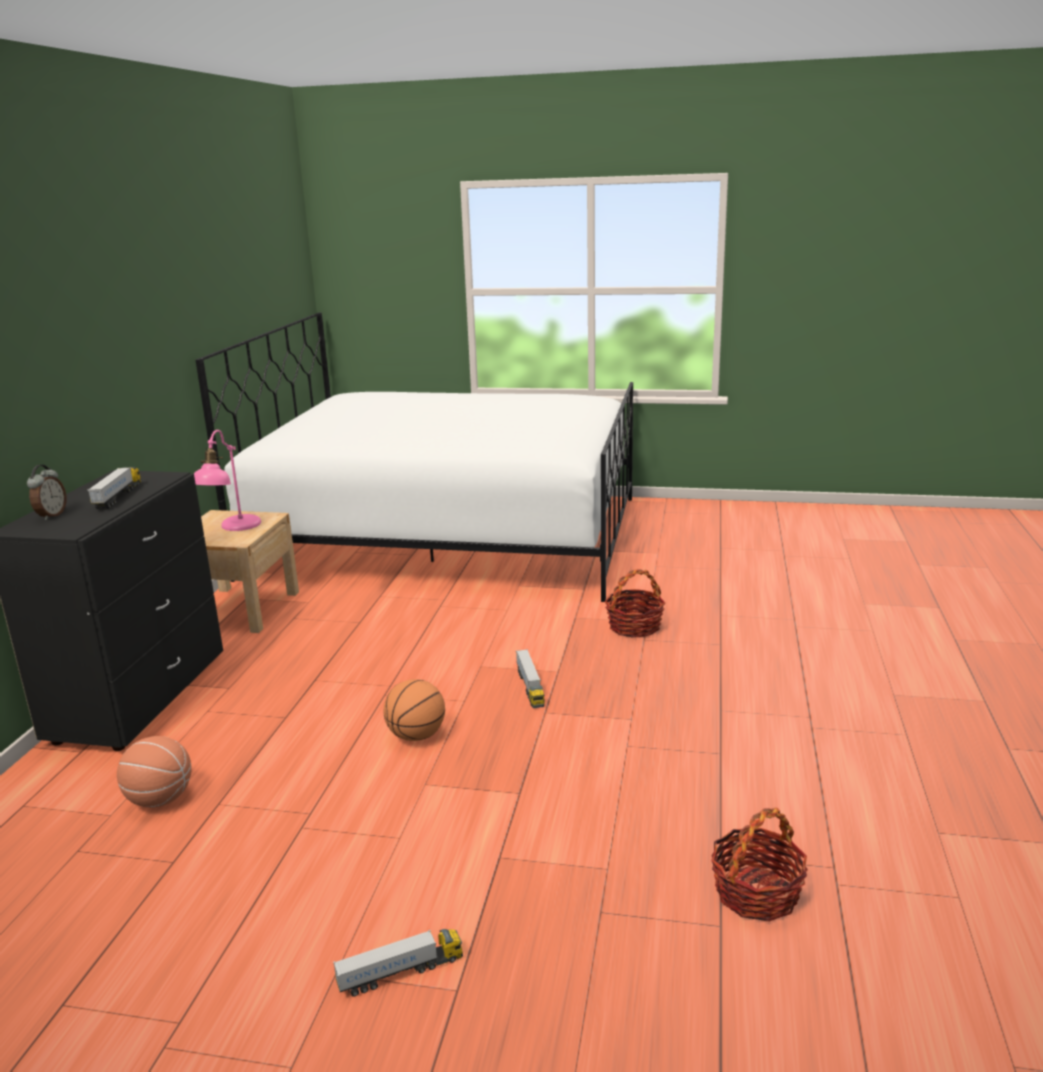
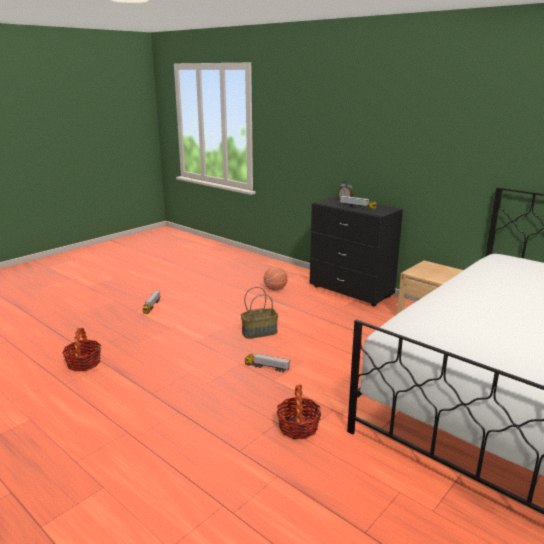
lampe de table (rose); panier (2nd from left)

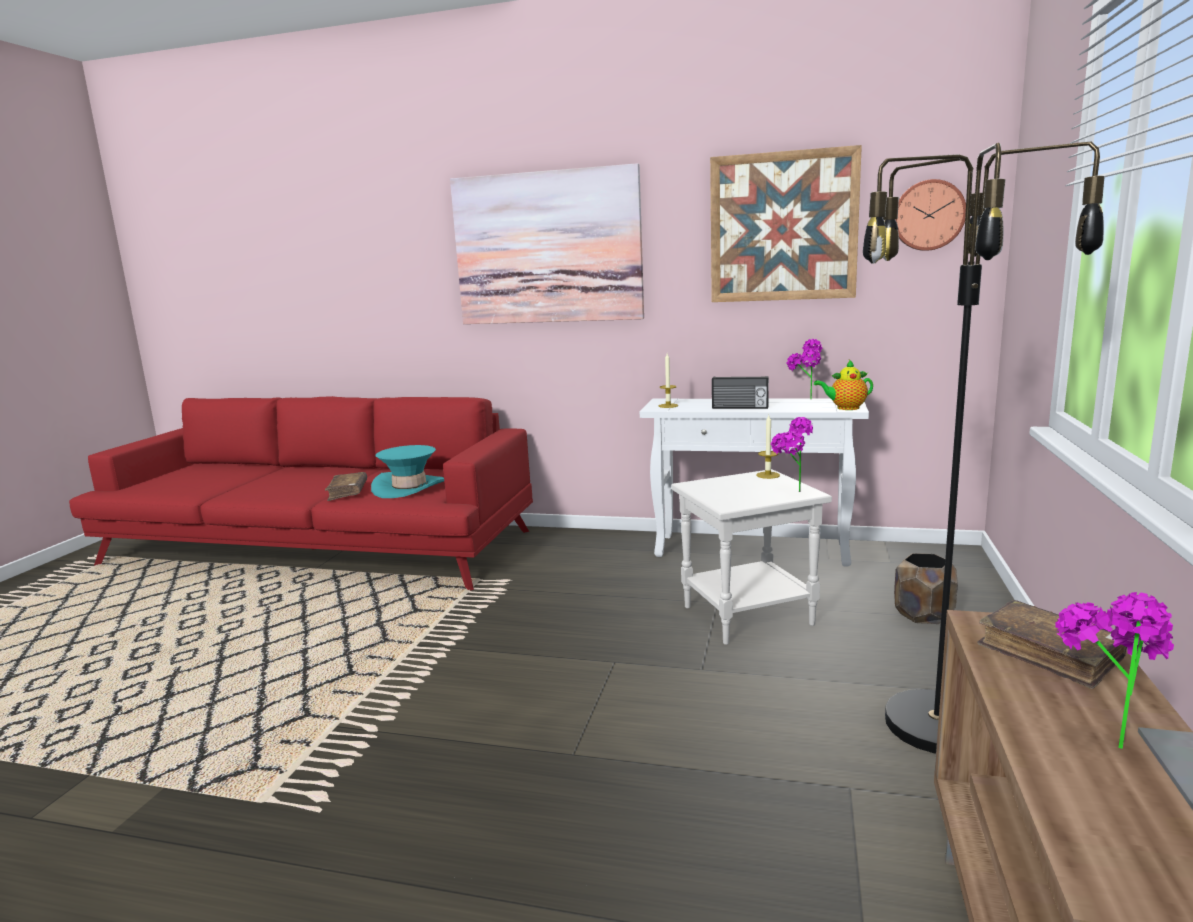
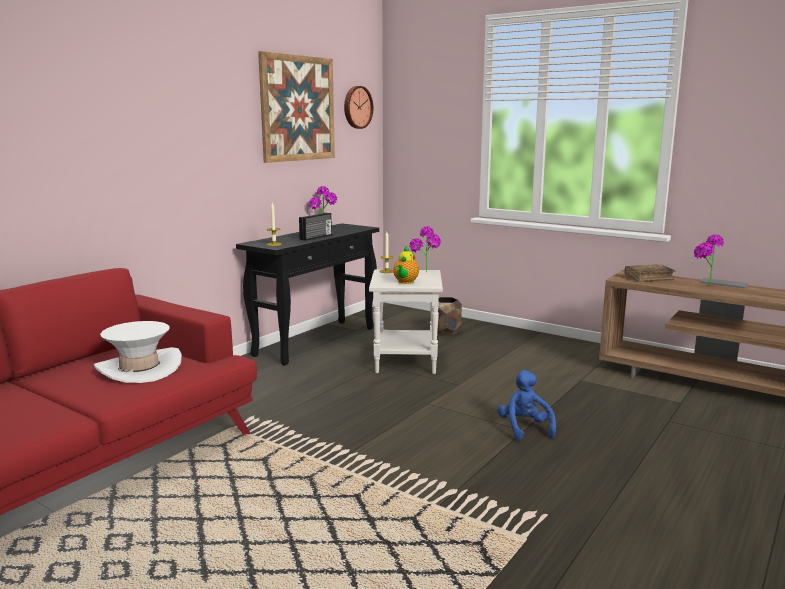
livre (marron) (1st from left in the first image); tableau (1st from left in the first image); lampadaire; peluche (bleu); théière; chapeau (blanc); table console (noir)

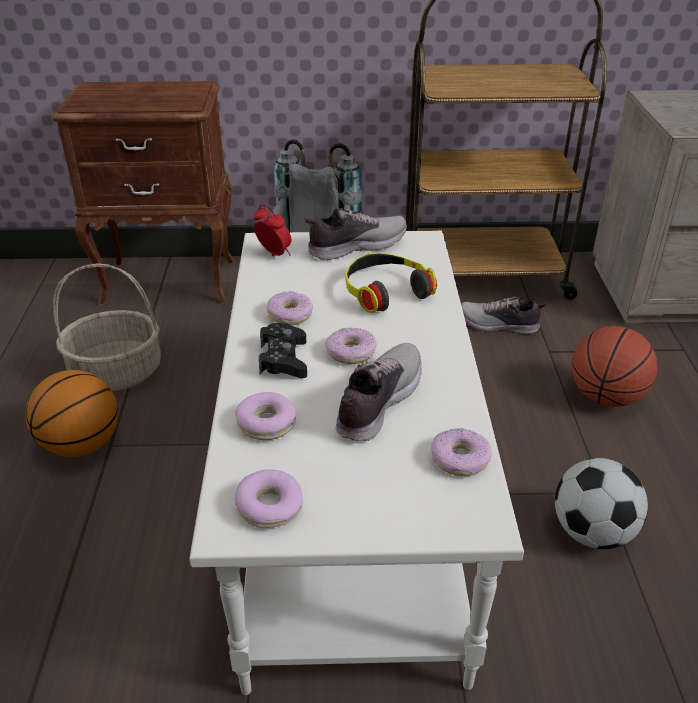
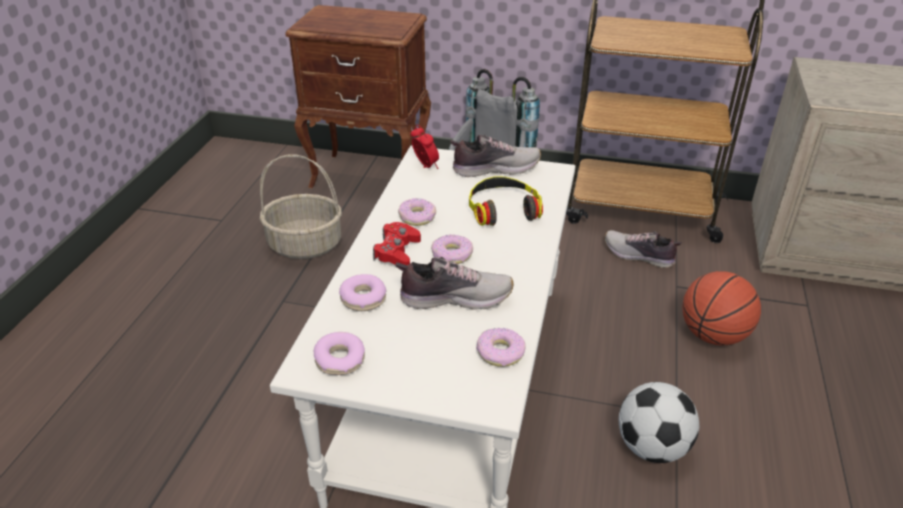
ballon de basket (1st from left in the first image); manette (rouge); chaussure (1st from left)

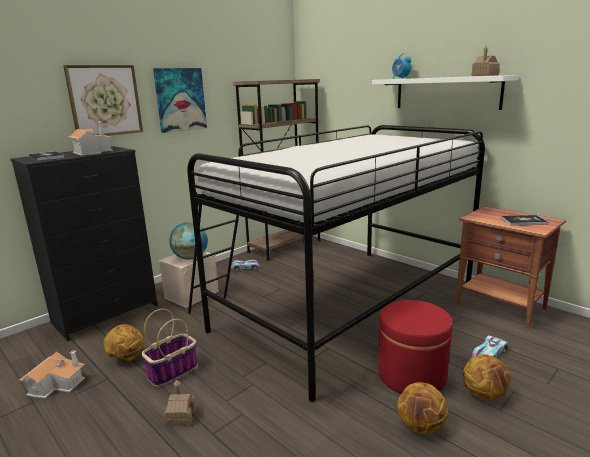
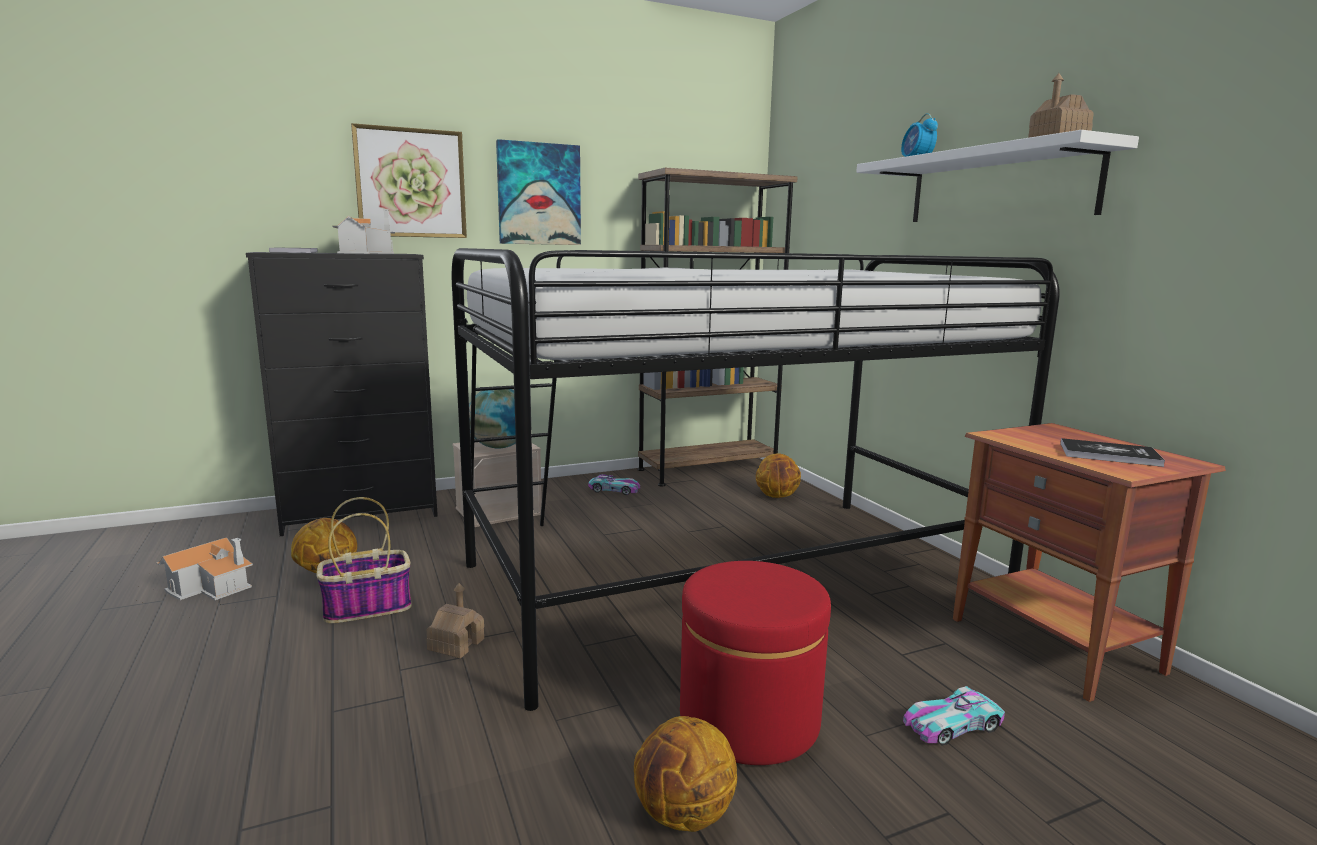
maison miniature (3rd from left); ballon de basket (3rd from left)

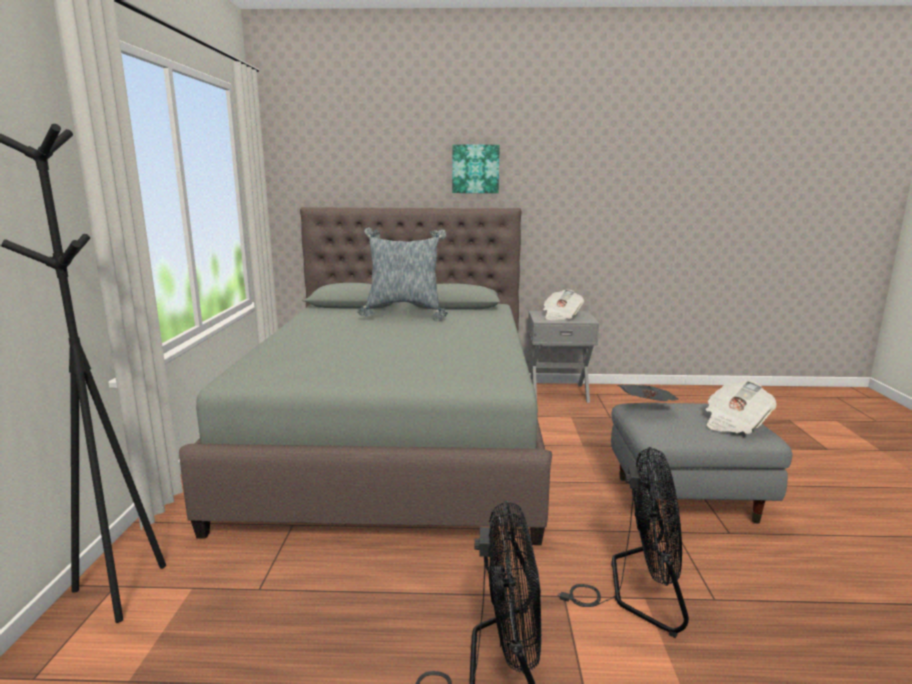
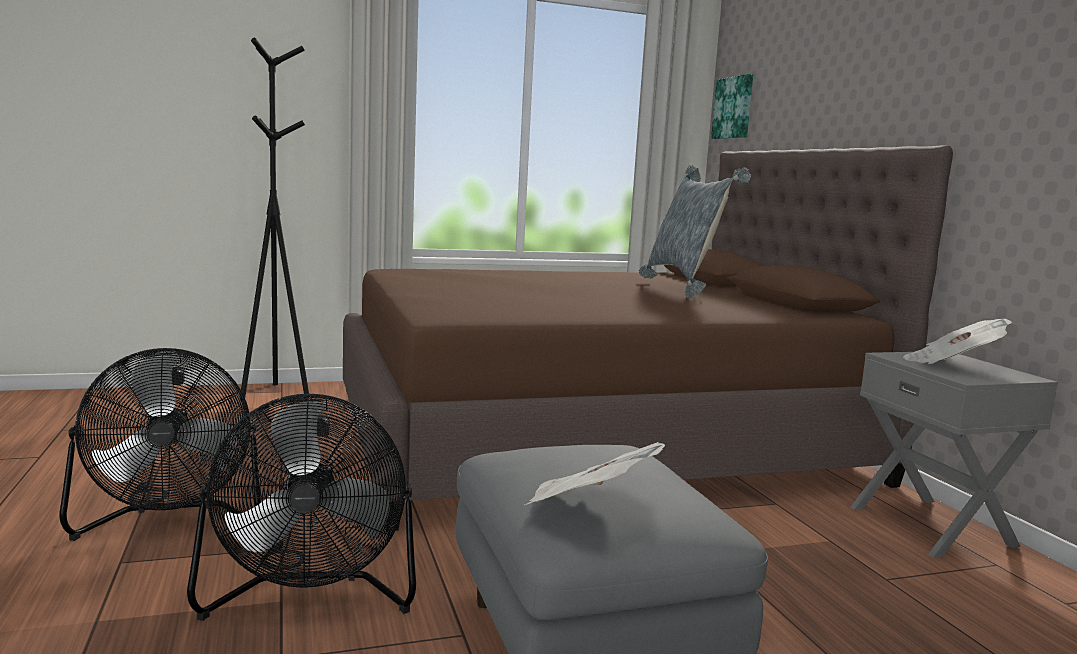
journal (2nd from left in the first image); tableau; lit (marron)

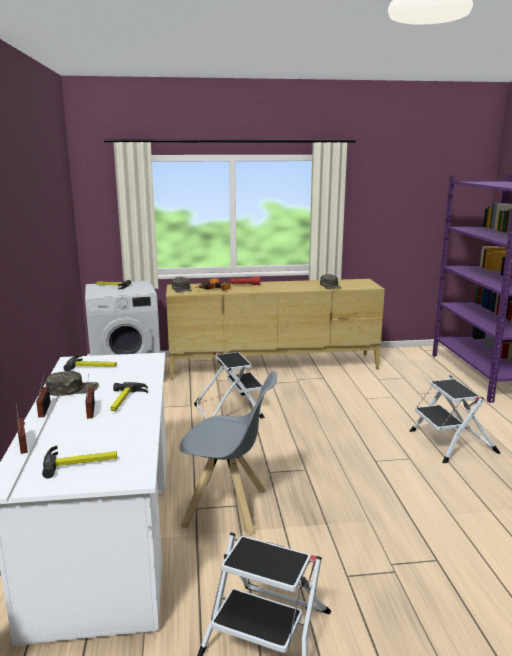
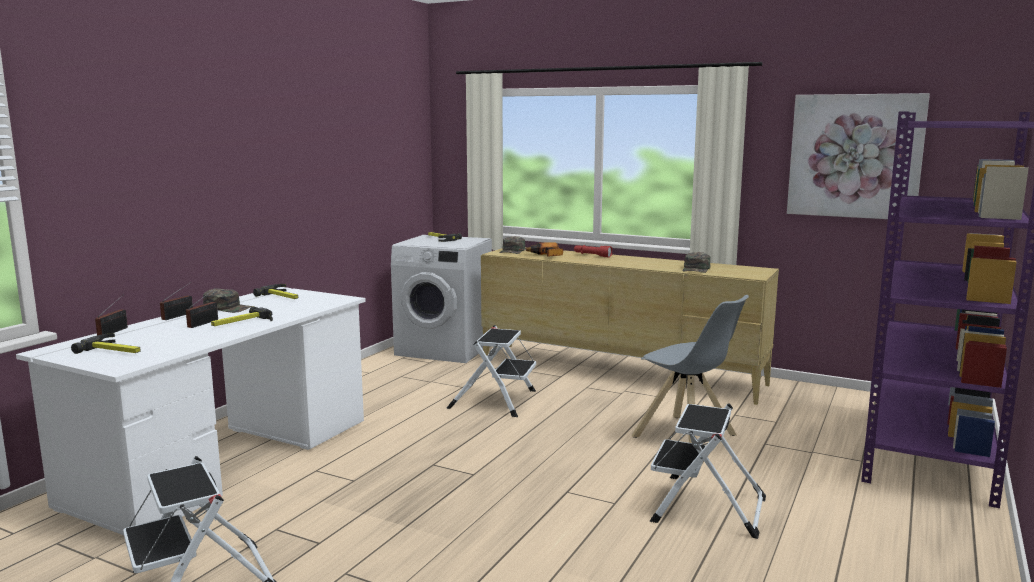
tableau; chaise (gris)

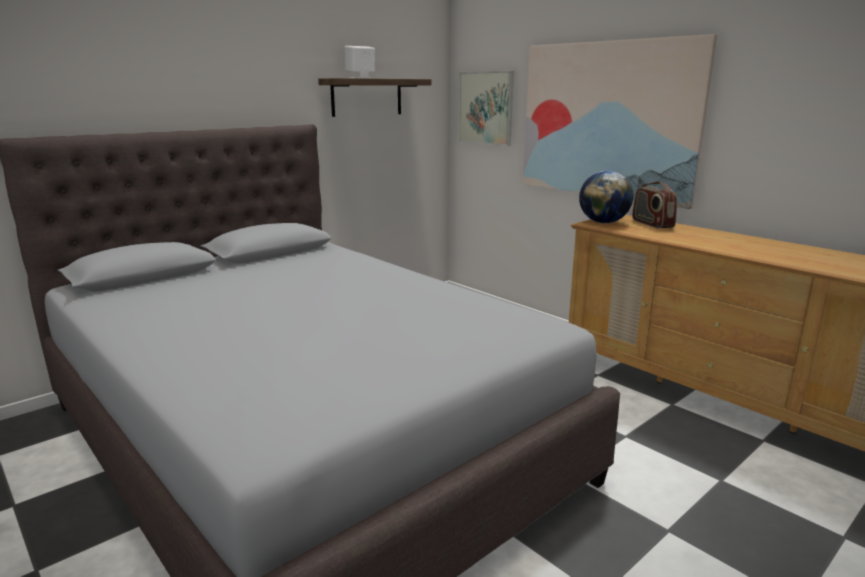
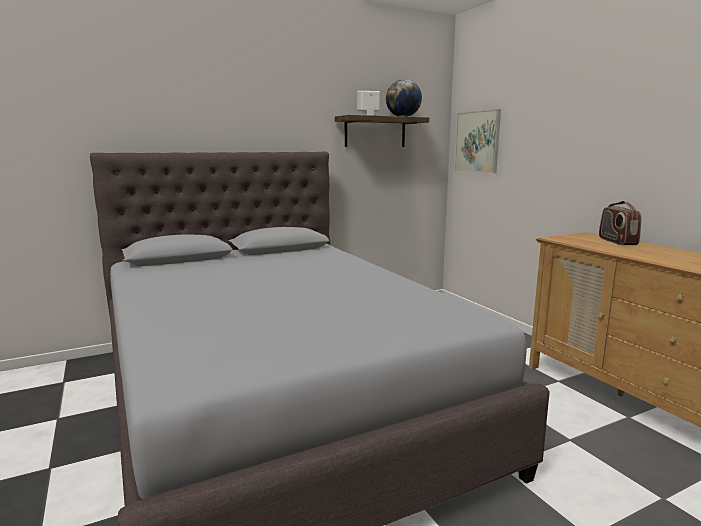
tableau (2nd from left in the first image); globe

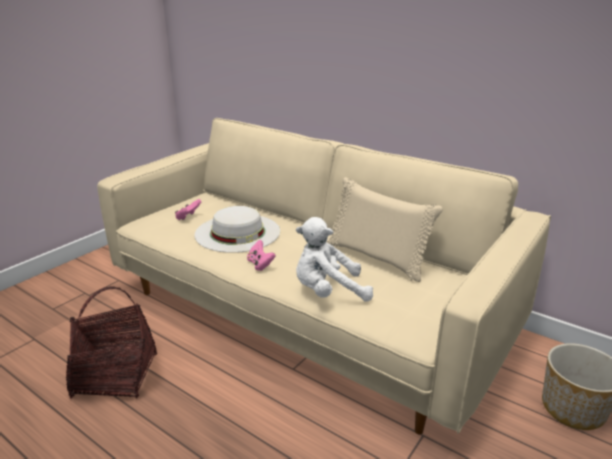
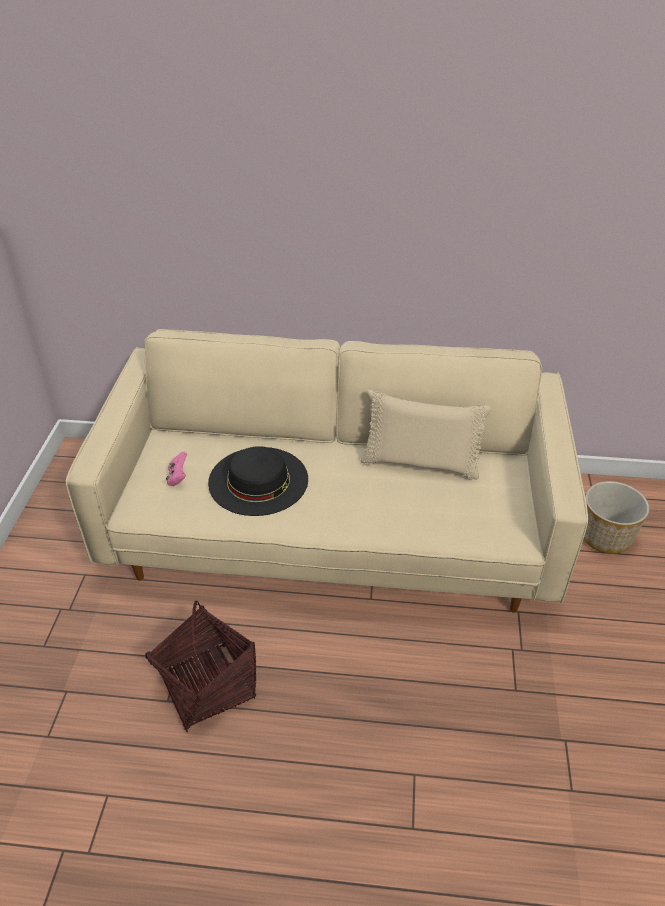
manette (rose) (2nd from left in the first image); peluche (blanc); chapeau (noir)

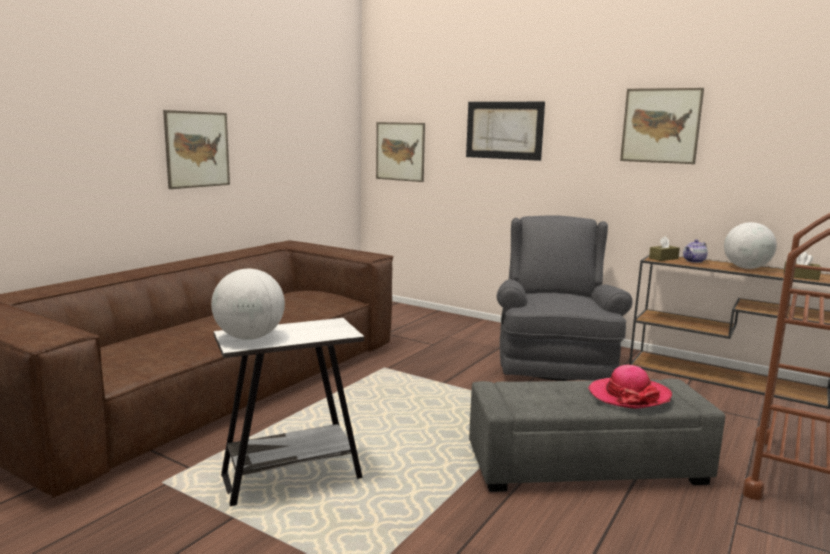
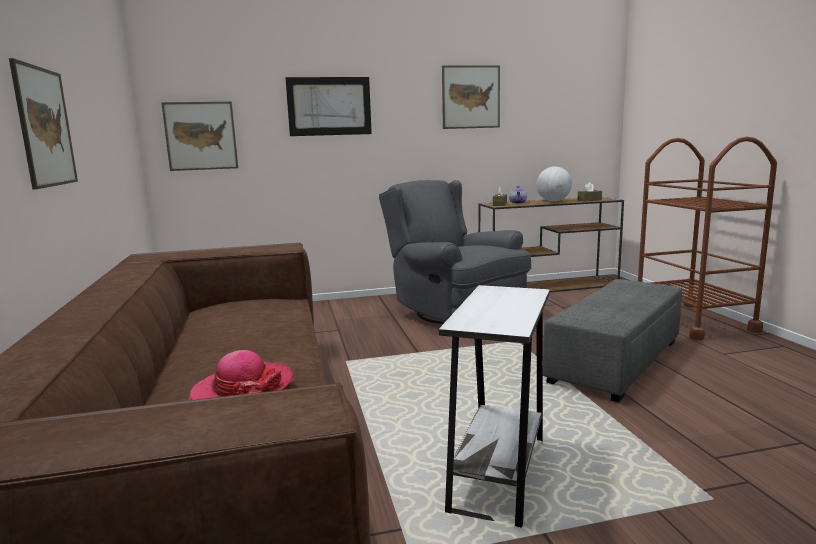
globe (1st from left in the first image); chapeau

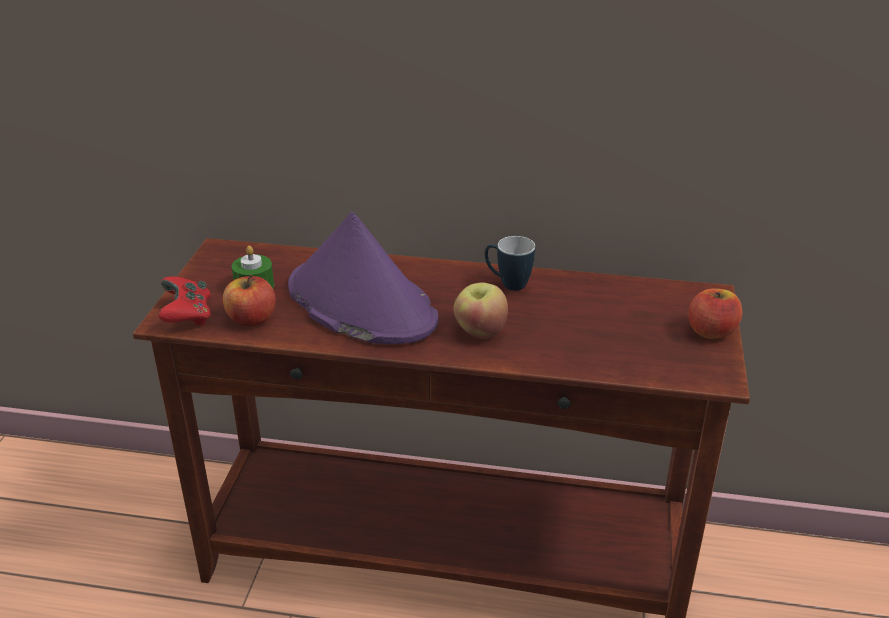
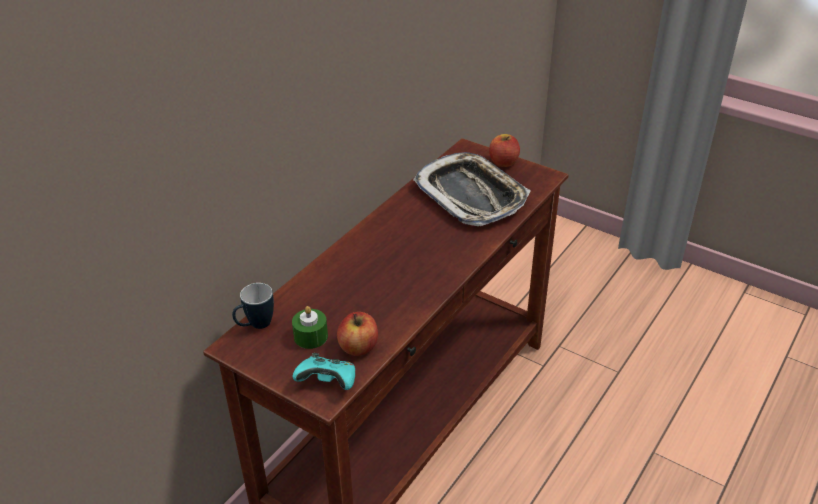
chapeau (violet); pomme (2nd from left in the first image); plateau; mug; manette (turquoise)

